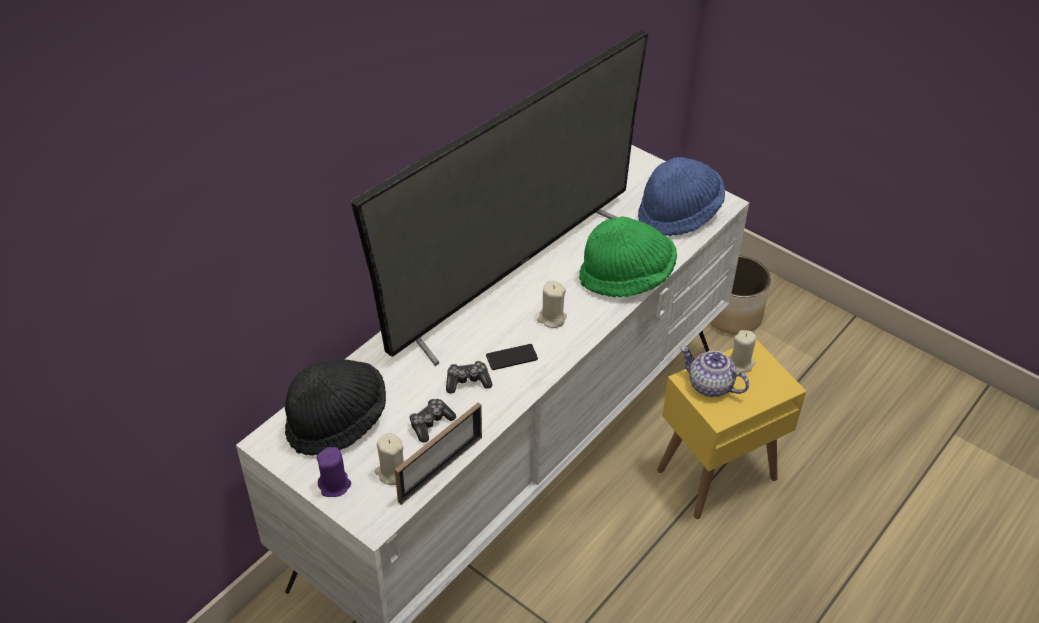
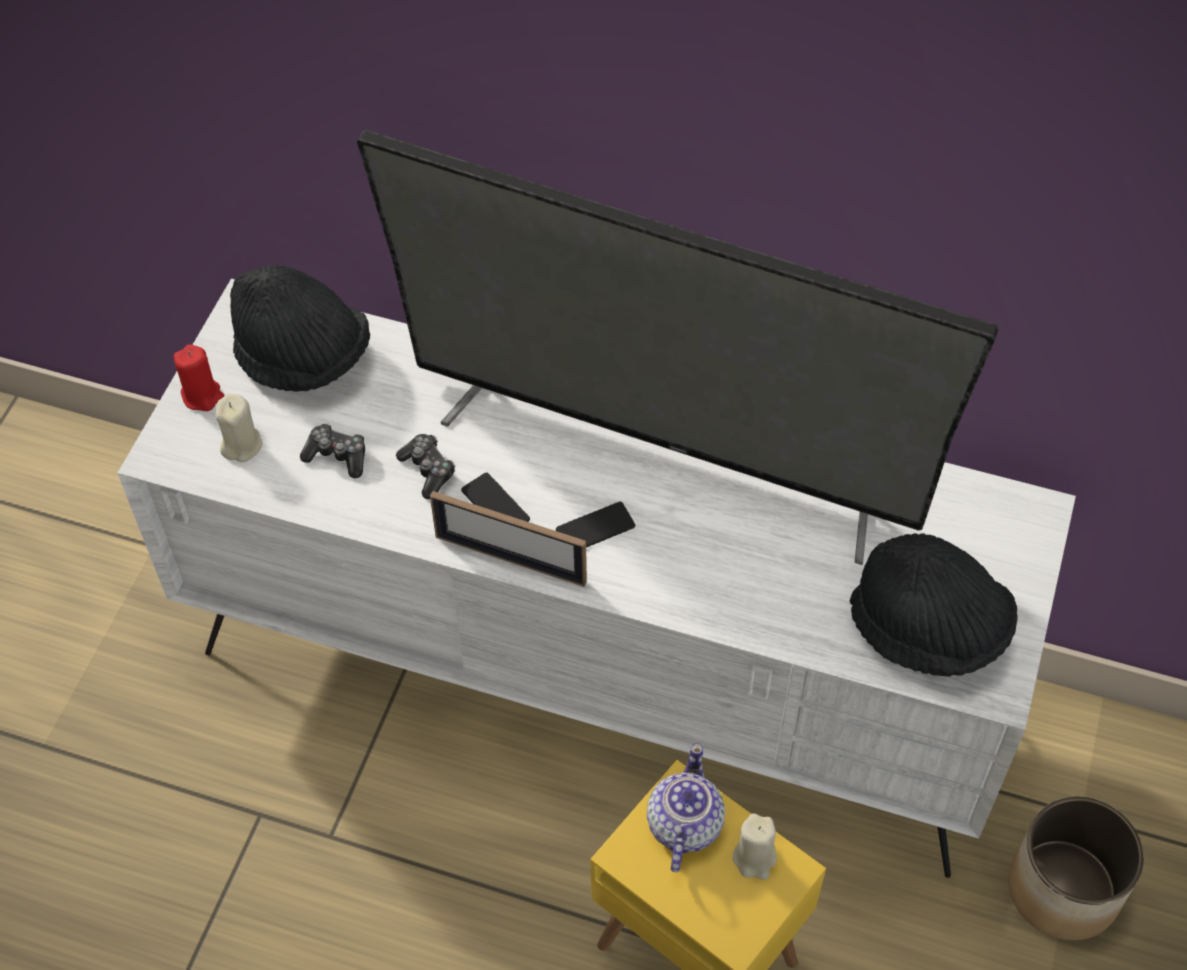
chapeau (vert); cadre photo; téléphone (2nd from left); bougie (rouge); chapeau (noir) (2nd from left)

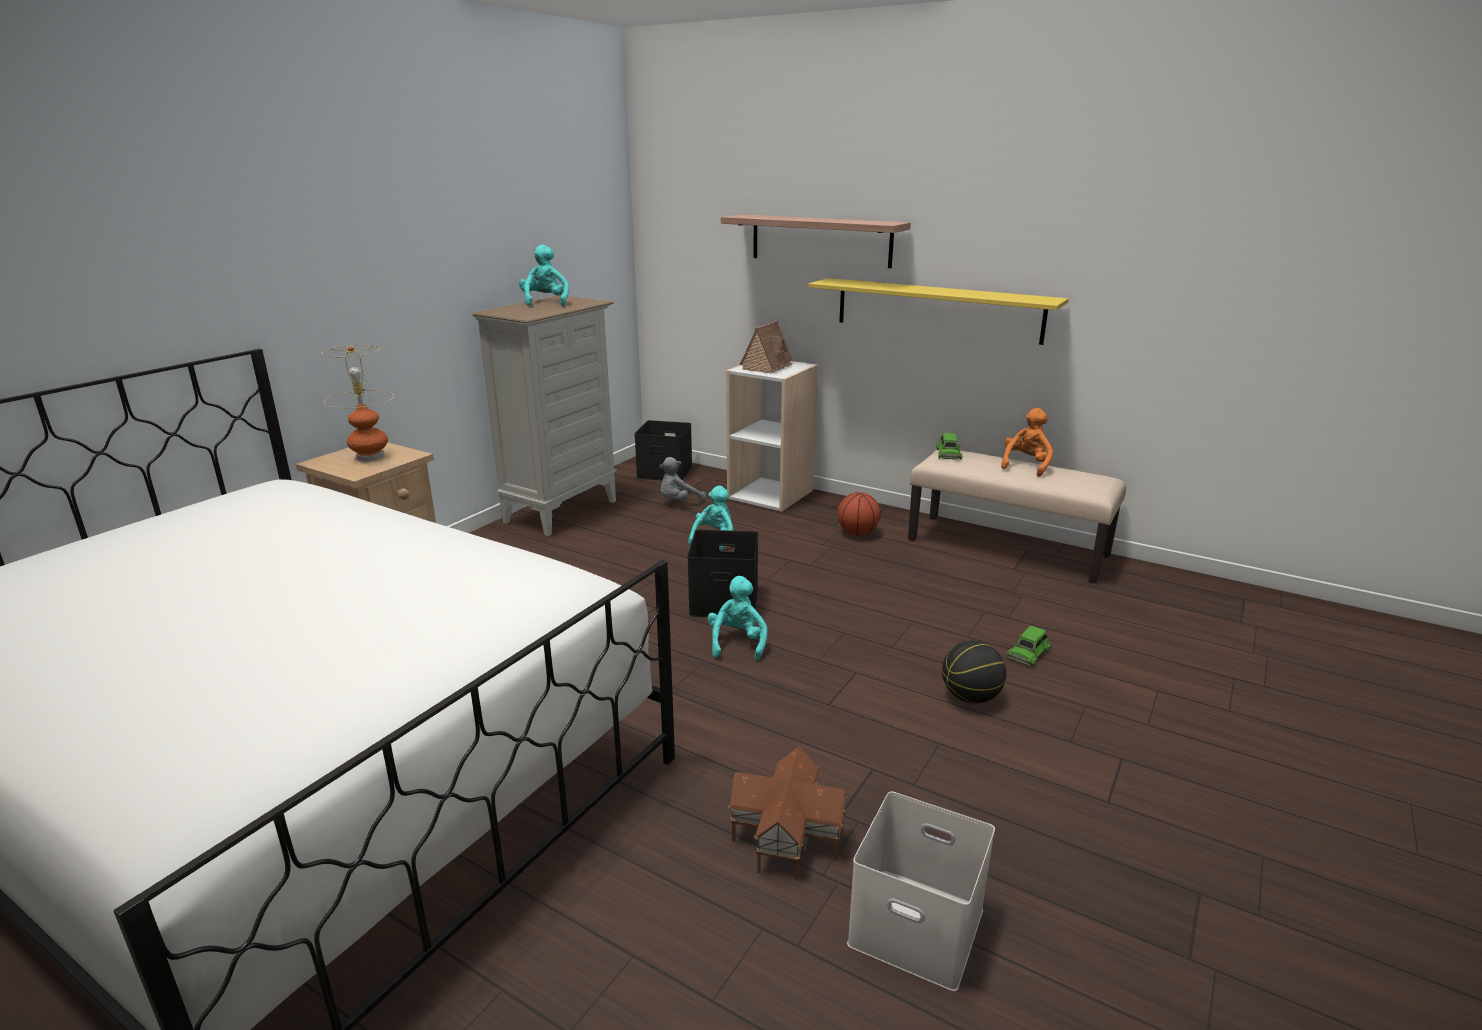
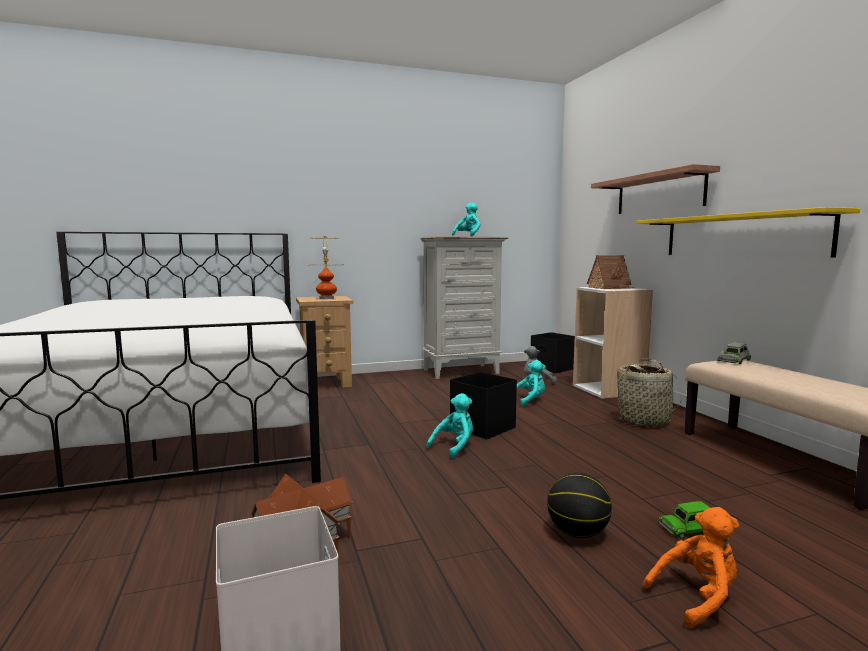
peluche (orange); panier; petite voiture (gris)

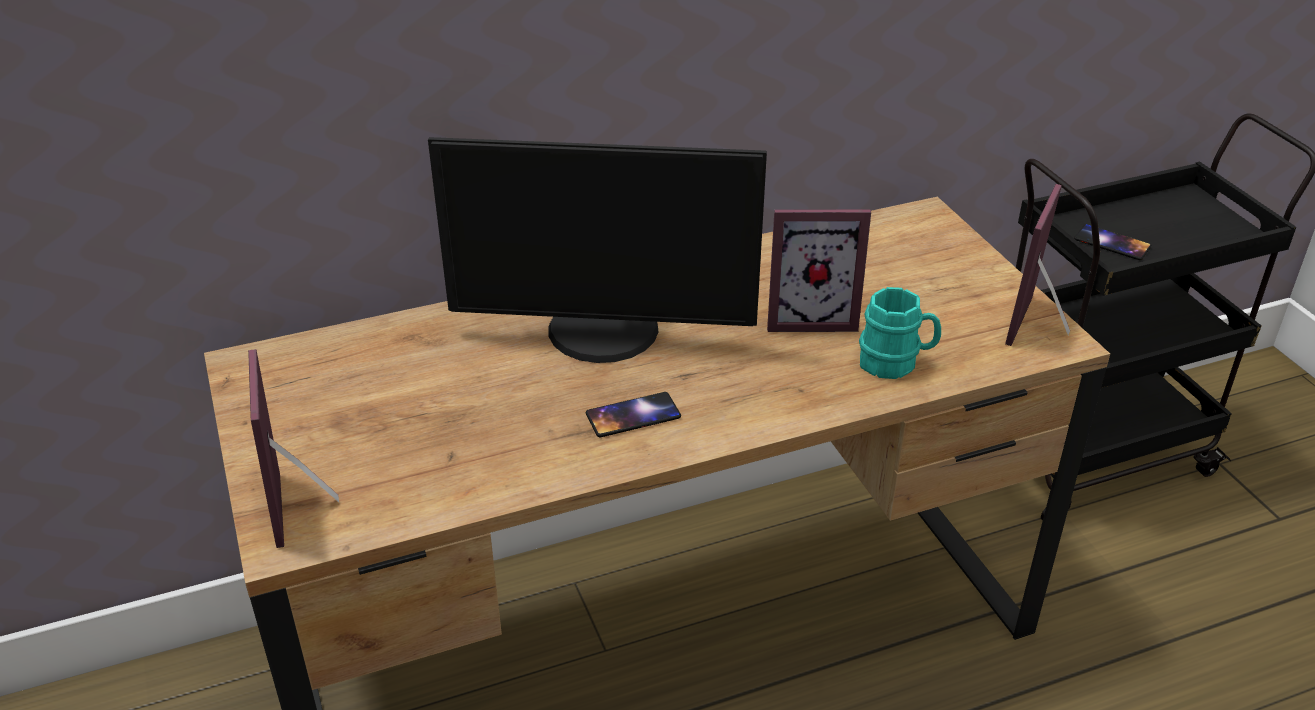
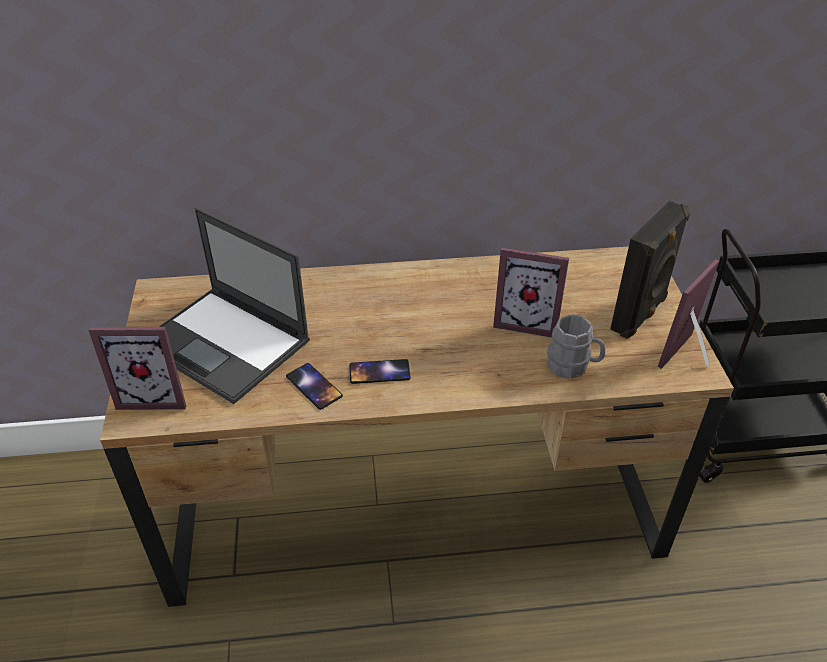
écran d'ordinateur; ordinateur portable; enceinte (noir); téléphone (1st from left); mug (gris); cadre photo (1st from left)

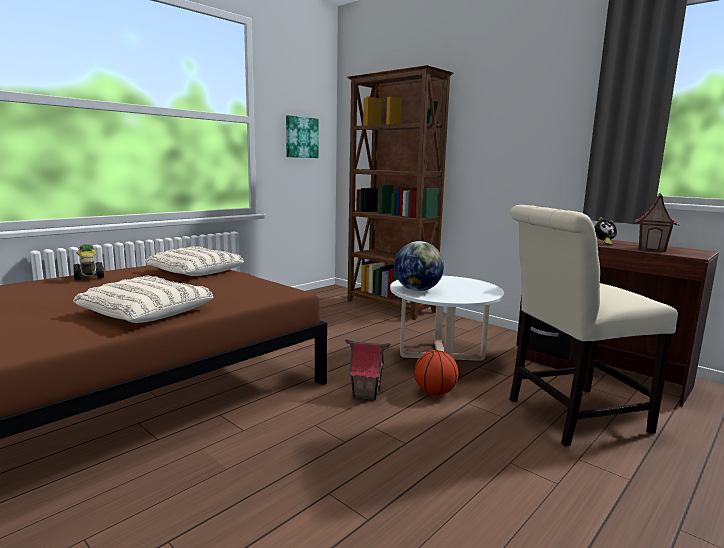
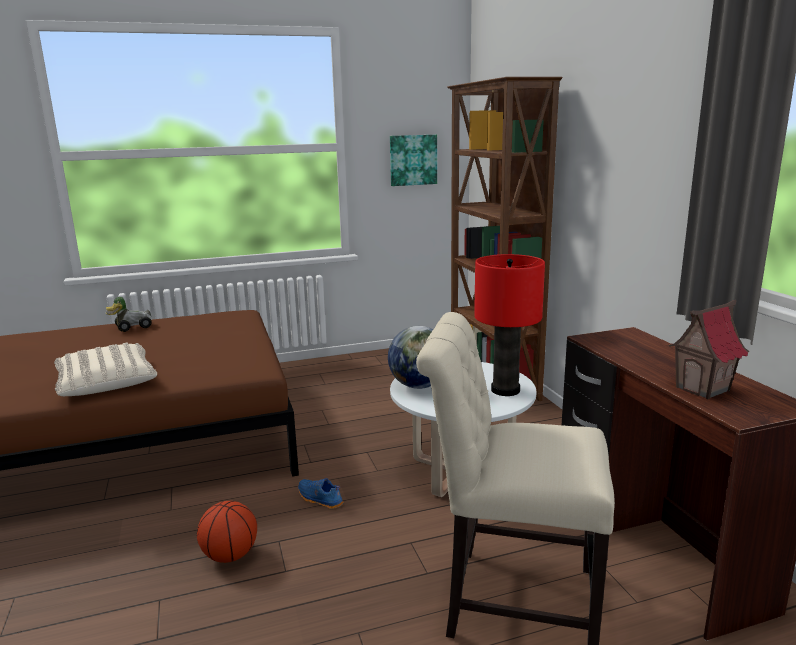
coussin (beige) (2nd from left in the first image); réveil; lampe de table (rouge); ballon de basket; chaussure (bleu); petite voiture

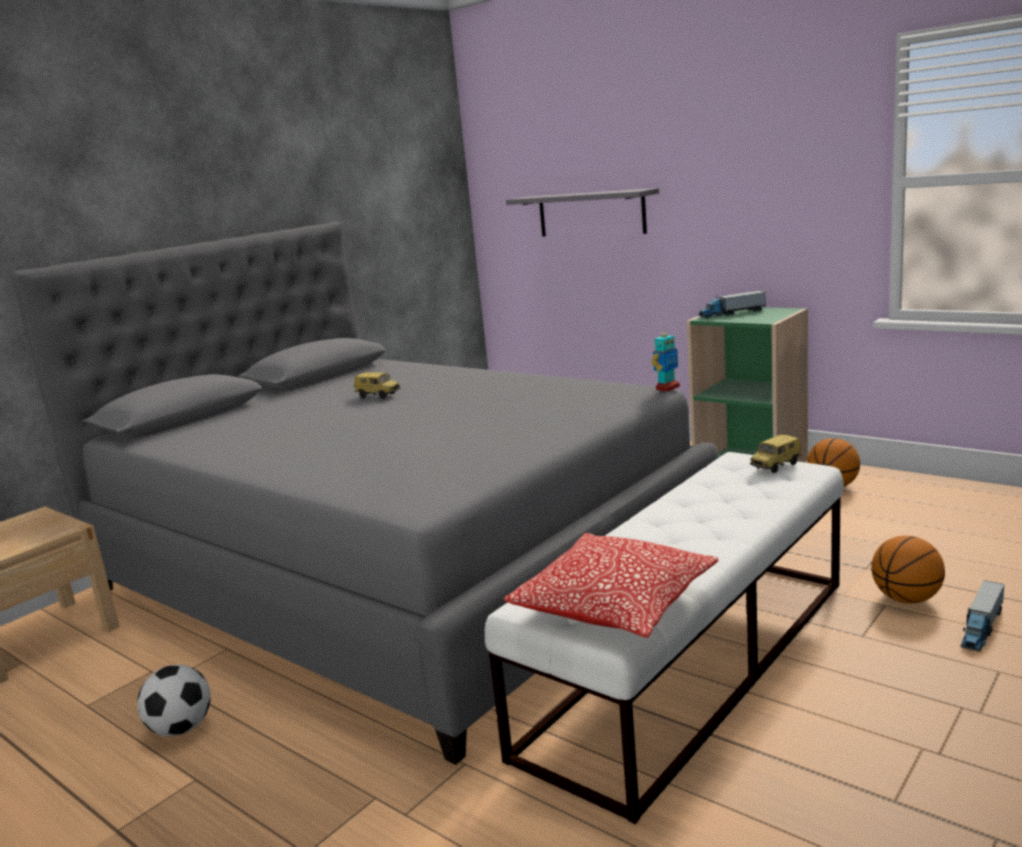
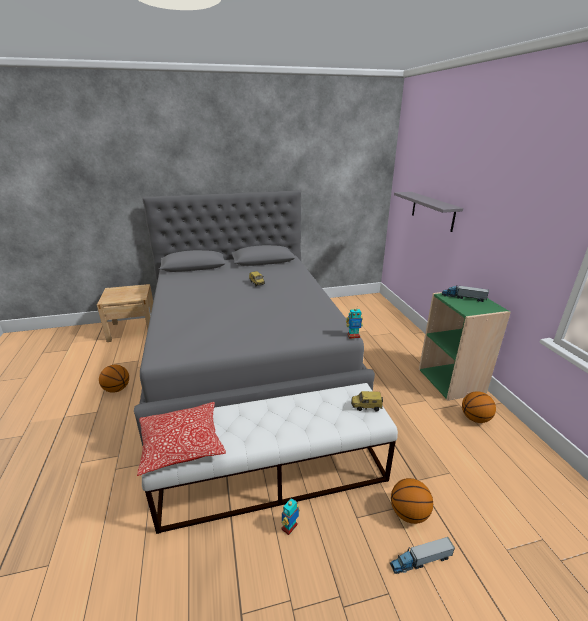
robot jouet (1st from left); ballon de basket (1st from left)

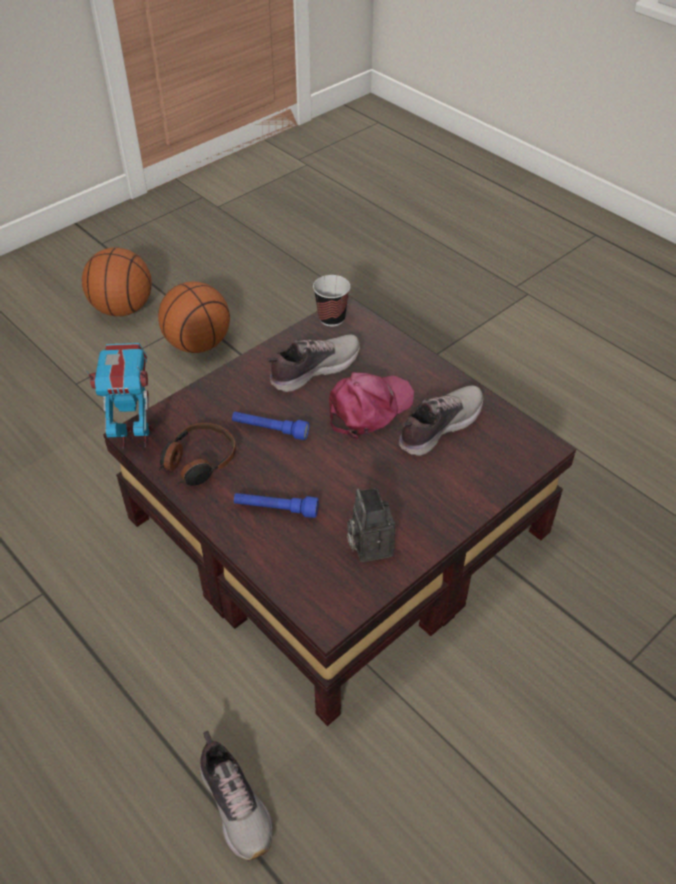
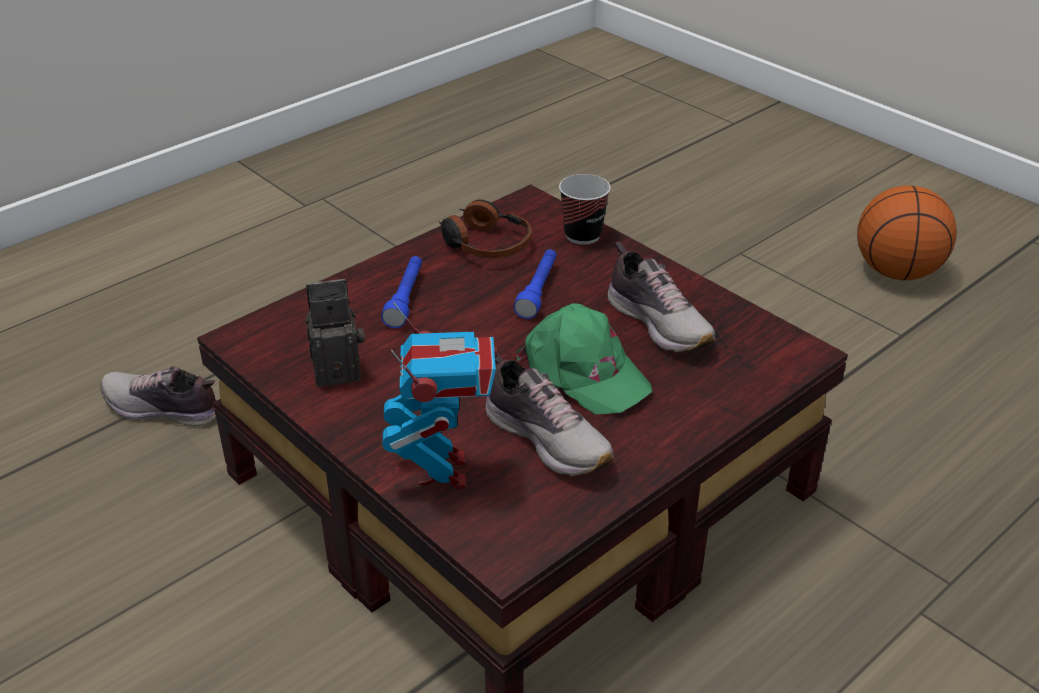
ballon de basket (2nd from left in the first image); robot jouet; tasse; casquette (vert); chaussure (1st from left)

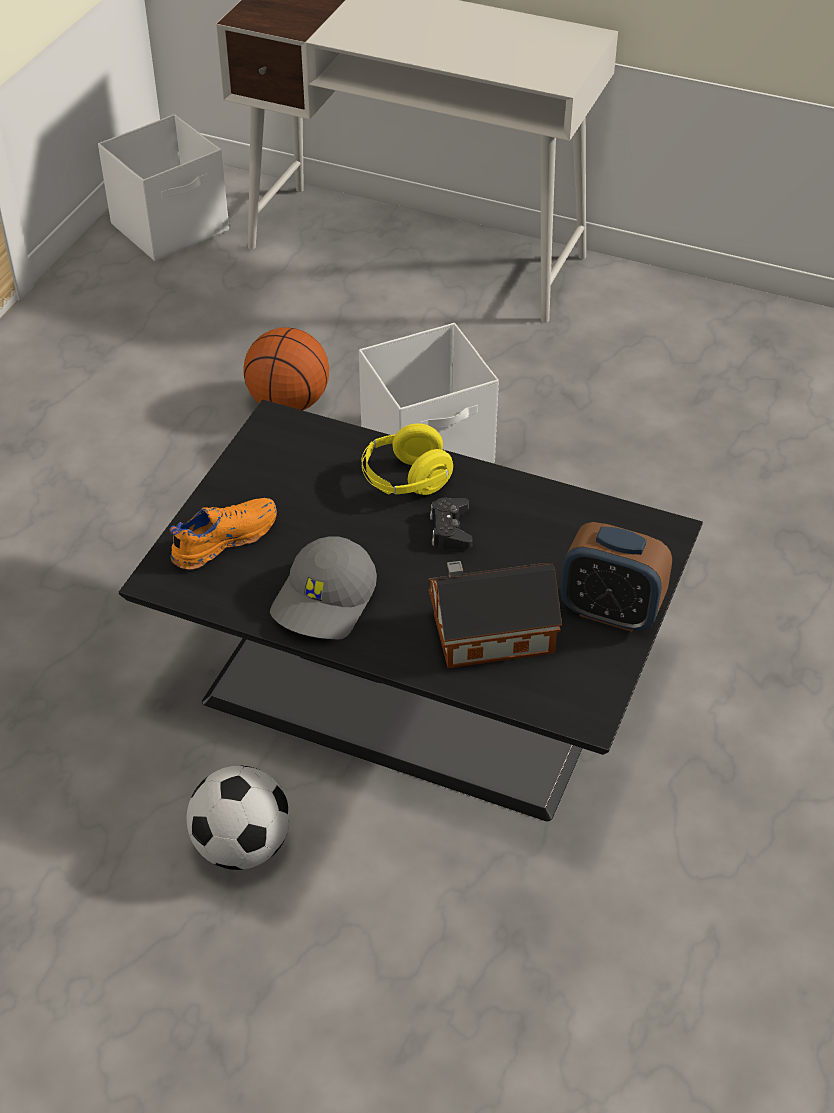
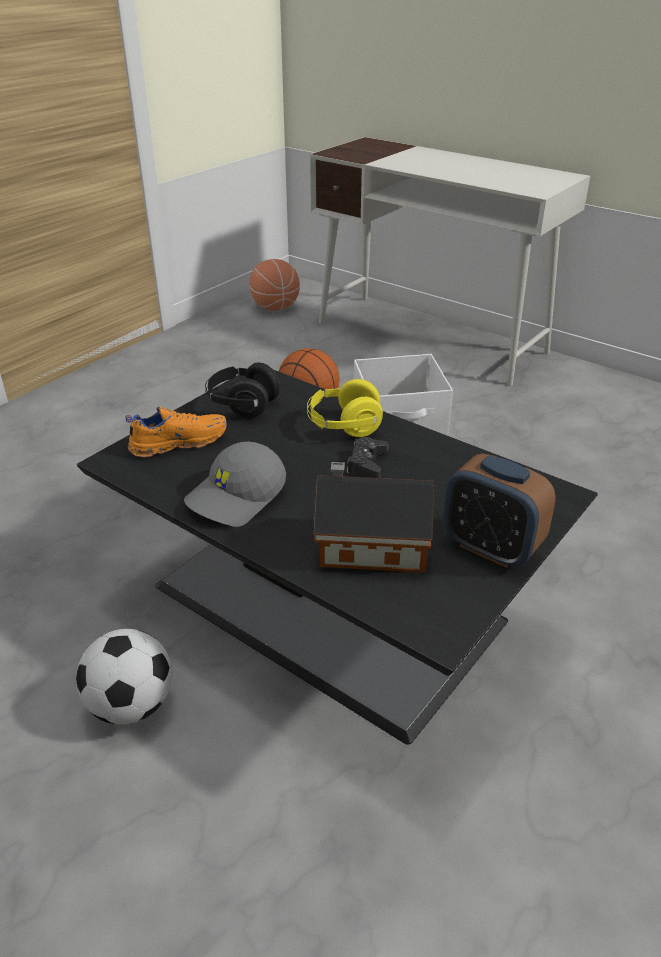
casque audio (noir); ballon de basket (1st from left)

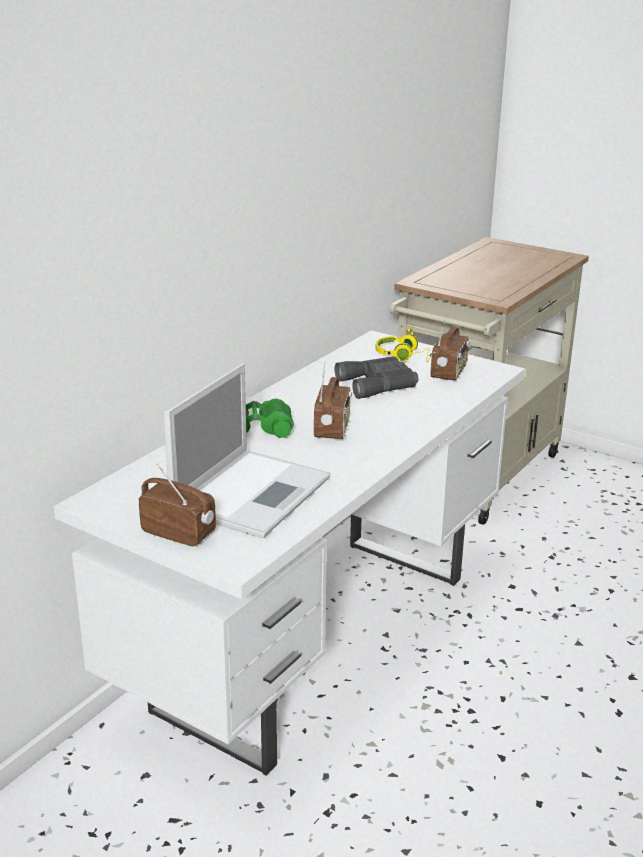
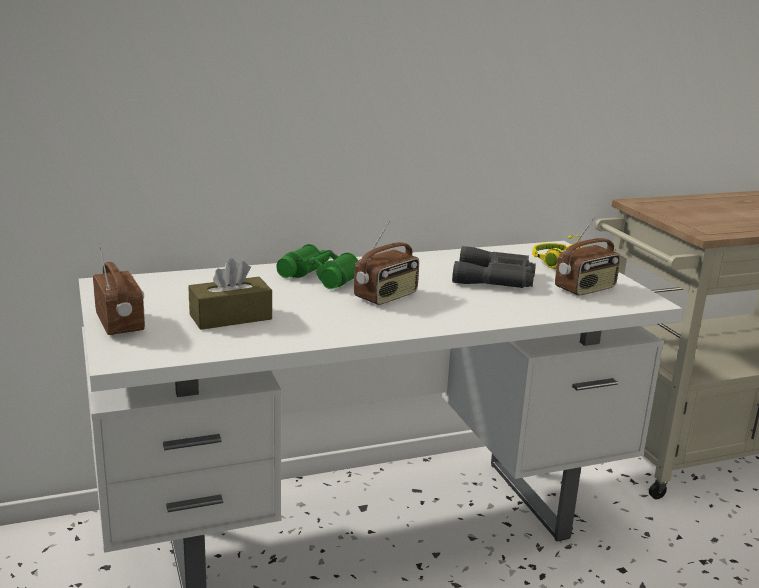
boîte à mouchoirs (marron)

